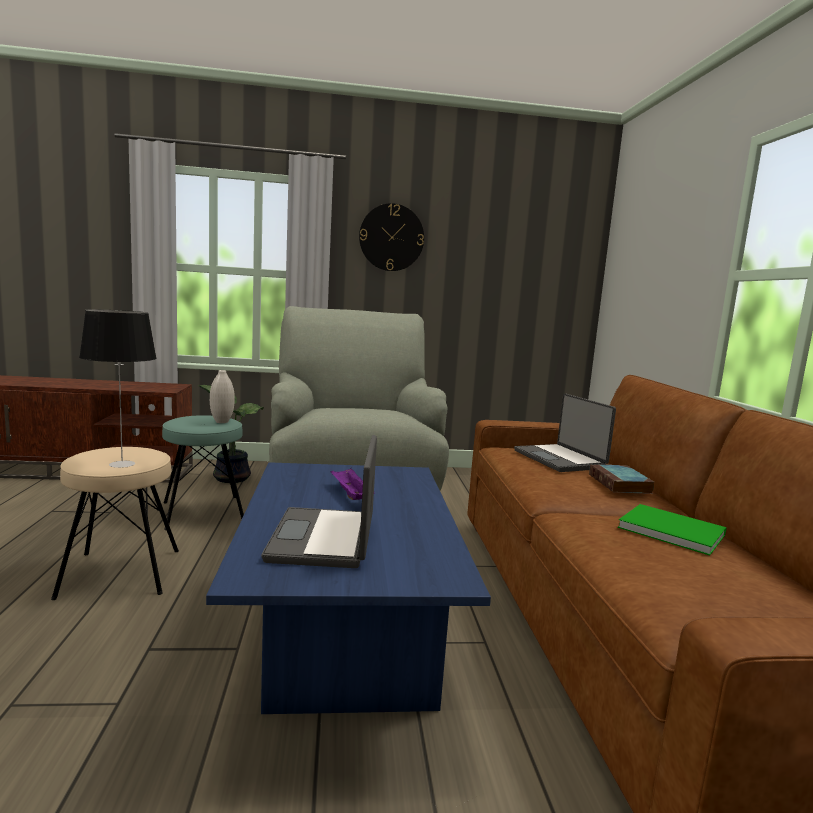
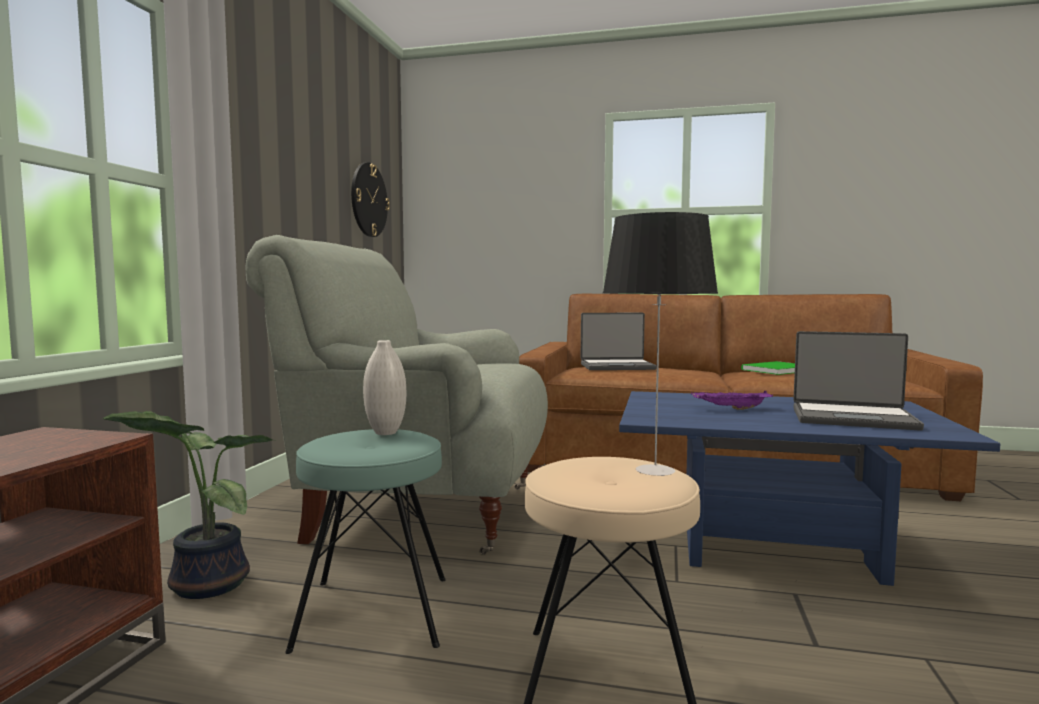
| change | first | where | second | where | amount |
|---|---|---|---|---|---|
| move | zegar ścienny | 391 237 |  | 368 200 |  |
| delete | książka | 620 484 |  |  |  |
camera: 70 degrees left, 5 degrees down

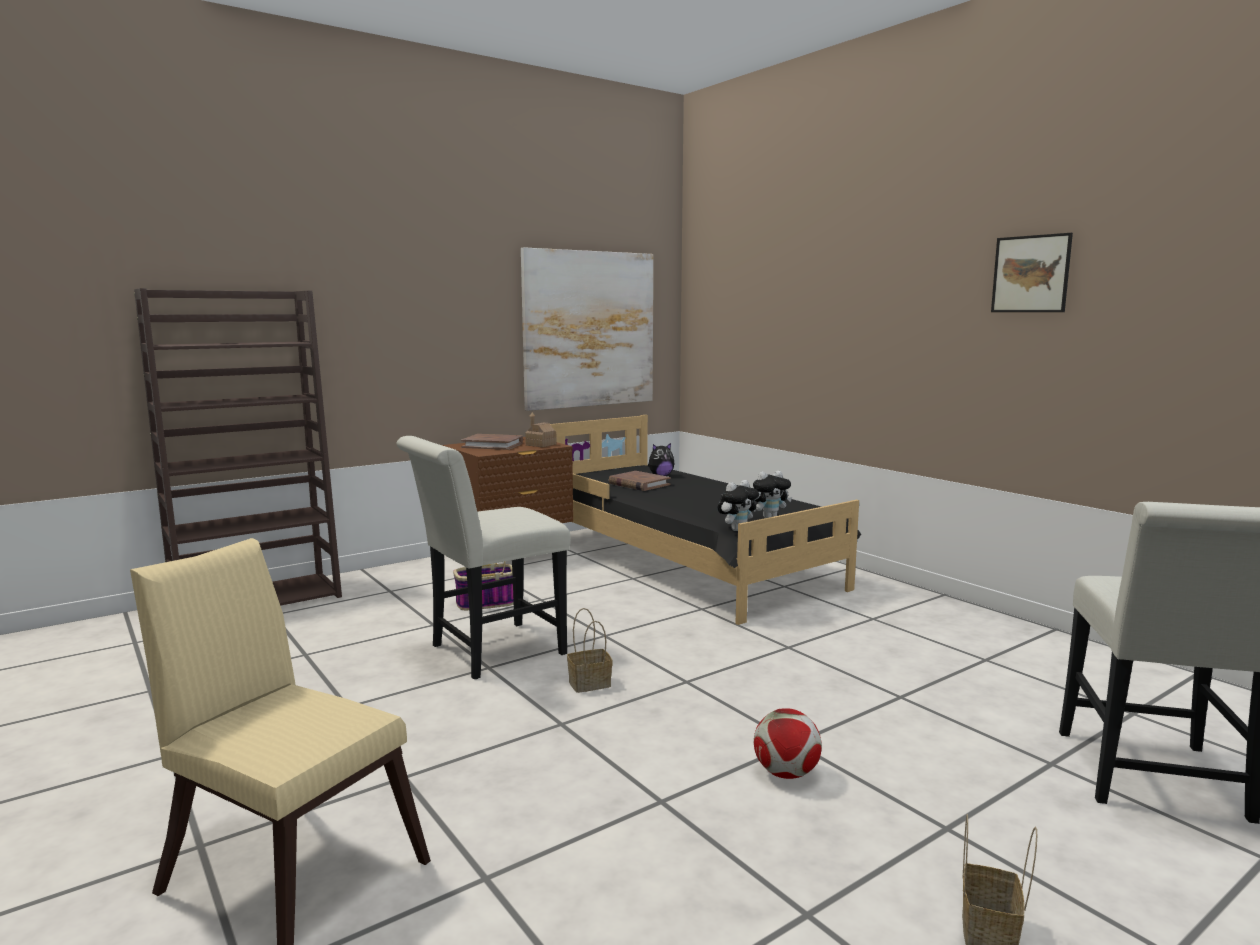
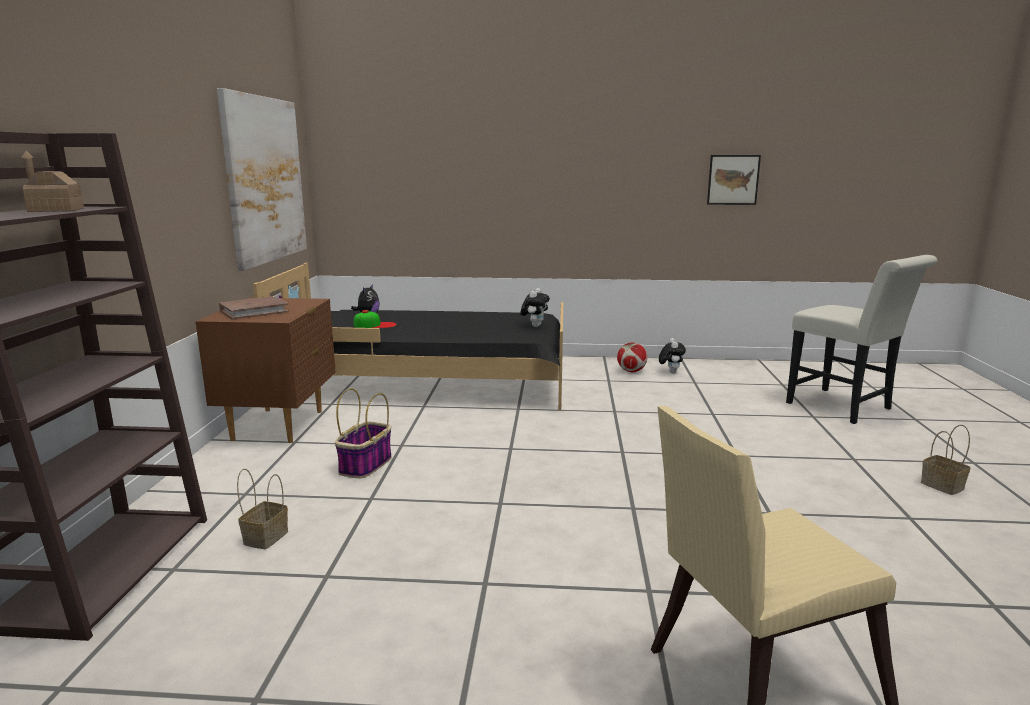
| change | first | where | second | where | amount |
|---|---|---|---|---|---|
| delete | krzesło (biały) | 489 652 |  |  |  |
| move | domek | 540 445 |  | 56 210 |  |
| move | koszyk | 590 683 |  | 266 536 |  |
| replace | książka (brązowy) | 639 484 | czapka z daszkiem | 375 325 |  |
| move | pluszak | 737 529 |  | 670 372 |  |
| move | piłka futbolowa | 786 773 |  | 631 371 |  |
| move | obraz | 1031 274 |  | 733 180 |  |
camera: 50 degrees left, 5 degrees up

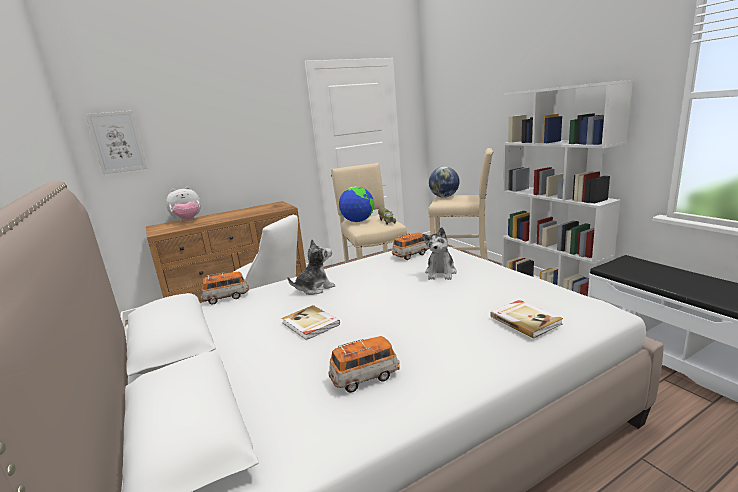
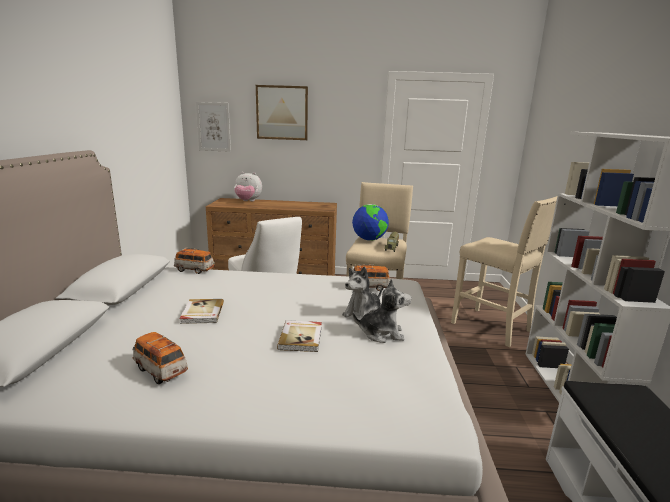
| change | first | where | second | where | amount |
|---|---|---|---|---|---|
| move | pluszak | 315 288 |  | 381 333 |  |
| rotate | samochodzik | 365 377 |  | 160 370 | 150 degrees counterclockwise |
| delete | globus | 444 197 |  |  |  |
| move | książka | 525 320 |  | 301 337 |  |
| insert |  |  | obraz | 282 113 |  |
camera: 30 degrees right, 0 degrees up

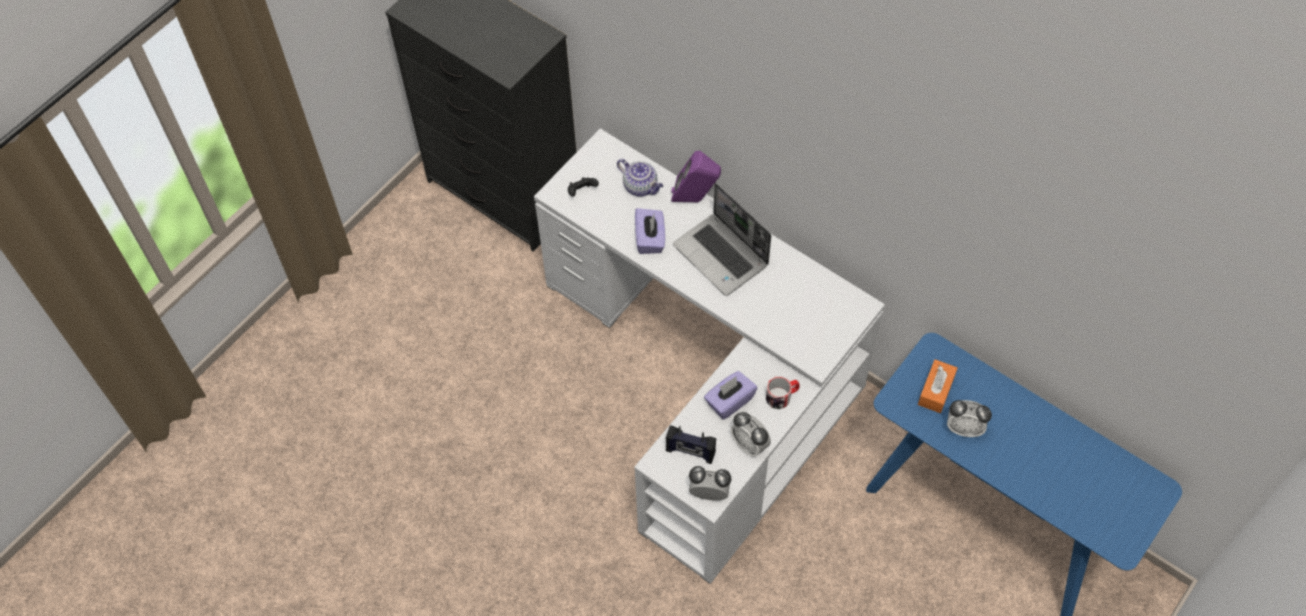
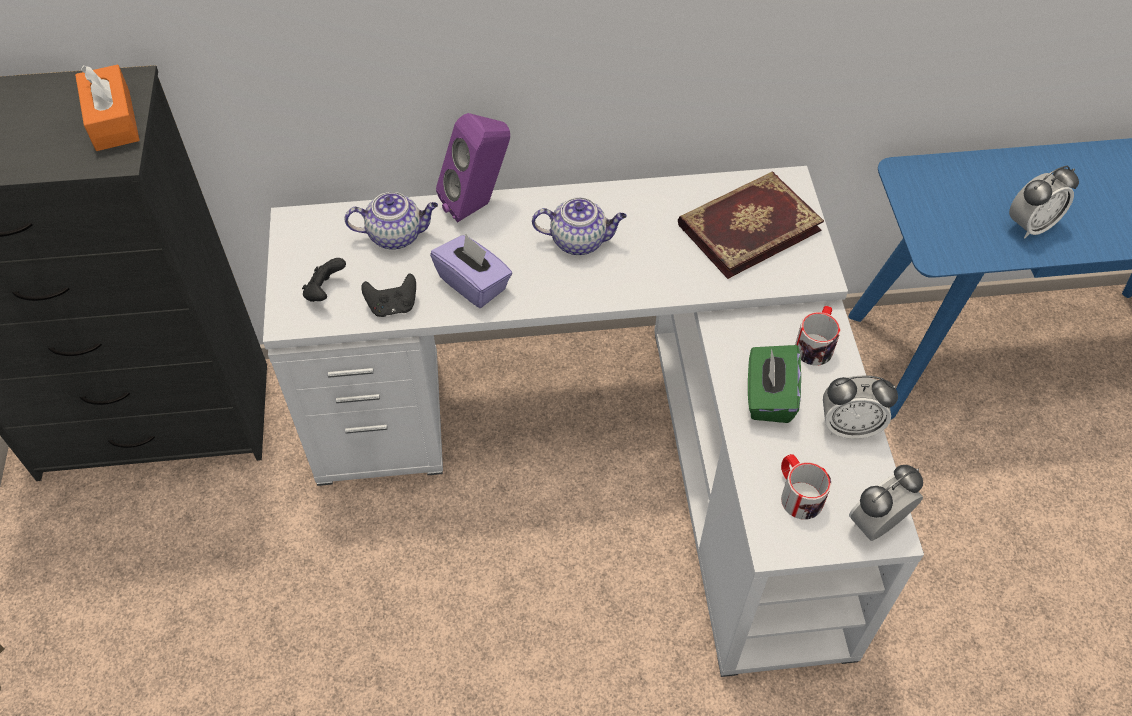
| change | first | where | second | where | amount |
|---|---|---|---|---|---|
| replace | radio | 690 452 | kubek | 797 494 |  |
| replace | laptop | 722 255 | imbryk | 579 241 |  |
| recolor | pudełko chusteczek (fioletowy) | 729 401 | pudełko chusteczek (zielony) | 768 397 |  |
| move | pudełko chusteczek (pomarańczowy) | 936 390 |  | 113 120 |  |
| insert |  |  | pad do gier (czarny) | 393 306 |  |
| insert |  |  | książka | 747 226 |  |
camera: 45 degrees left, 5 degrees down

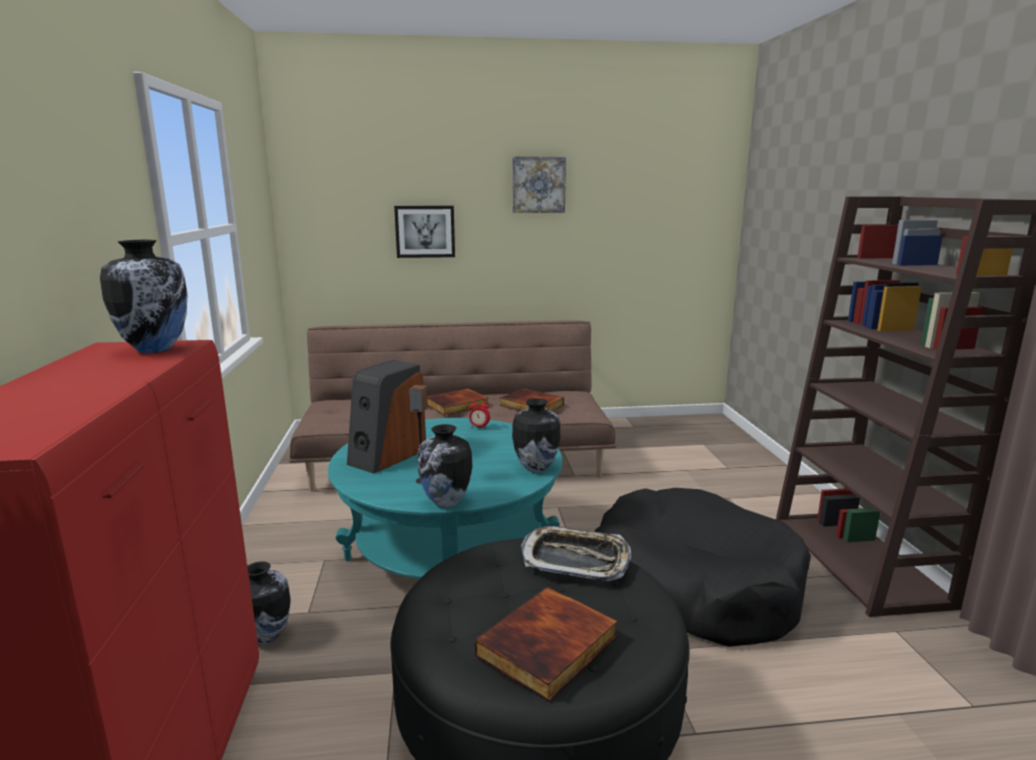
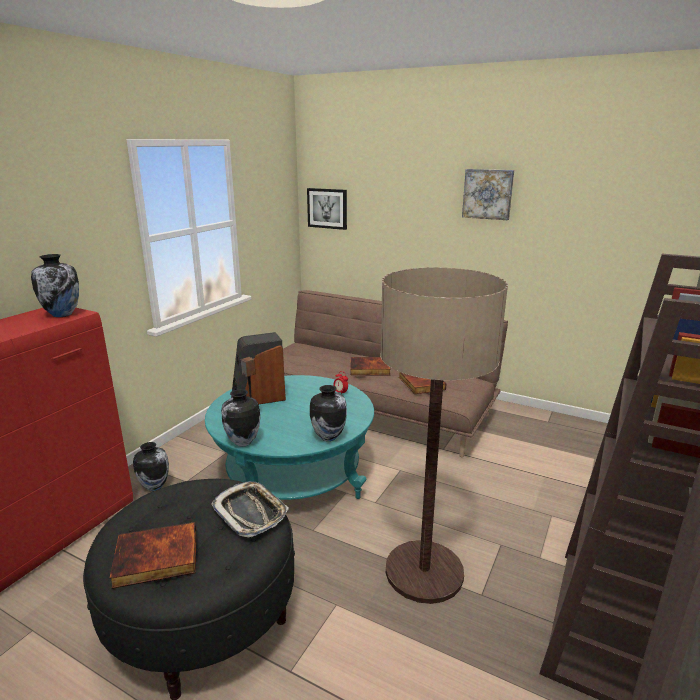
| change | first | where | second | where | amount |
|---|---|---|---|---|---|
| move | obraz | 425 231 |  | 327 208 |  |
| replace | legowisko (czarny) | 694 584 | lampa stojąca | 424 572 |  |
camera: 35 degrees right, 5 degrees up

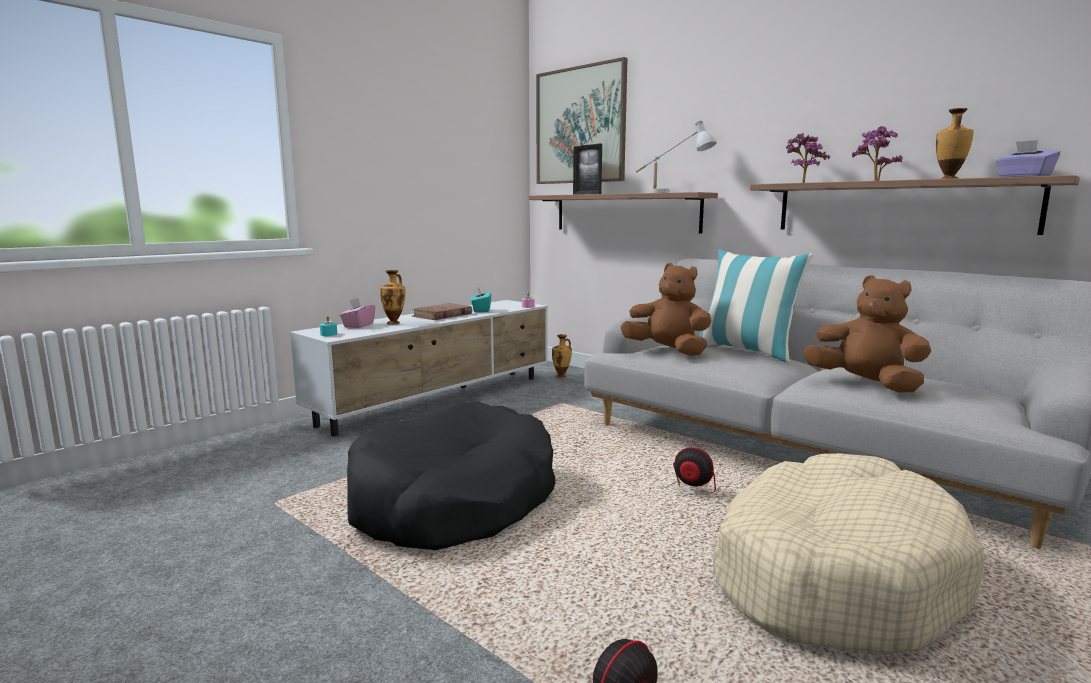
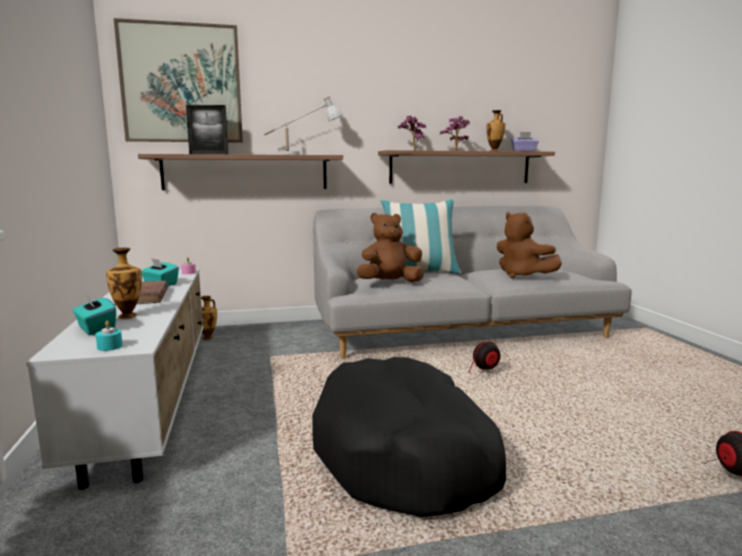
| change | first | where | second | where | amount |
|---|---|---|---|---|---|
| recolor | pudełko chusteczek (różowy) | 358 325 | pudełko chusteczek (turkusowy) | 96 329 |  |
| delete | legowisko (beżowy) | 832 575 |  |  |  |
| rotate | pluszak (brązowy) | 865 384 |  | 522 276 | 120 degrees counterclockwise |
camera: 55 degrees left, 0 degrees up

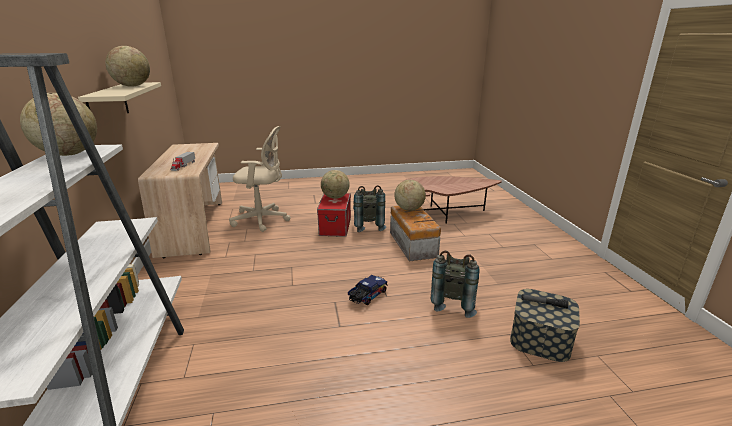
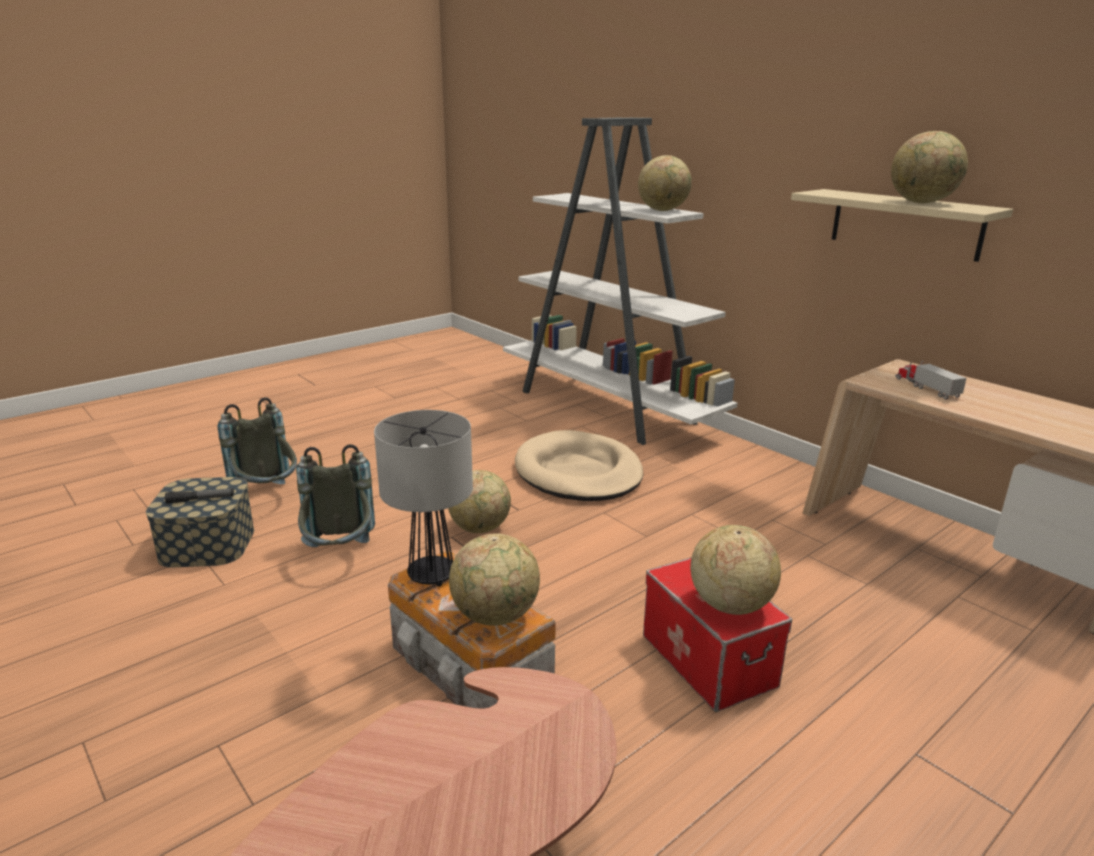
| change | first | where | second | where | amount |
|---|---|---|---|---|---|
| delete | krzesło biurowe (beżowy) | 262 220 |  |  |  |
| replace | ciężarówka zabawkowa | 367 296 | globus | 480 528 |  |
| move | plecak (szary) | 368 226 |  | 268 497 |  |
| insert |  |  | lampa stołowa | 430 576 |  |
| insert |  |  | legowisko (beżowy) | 578 472 |  |
camera: 150 degrees right, 0 degrees up

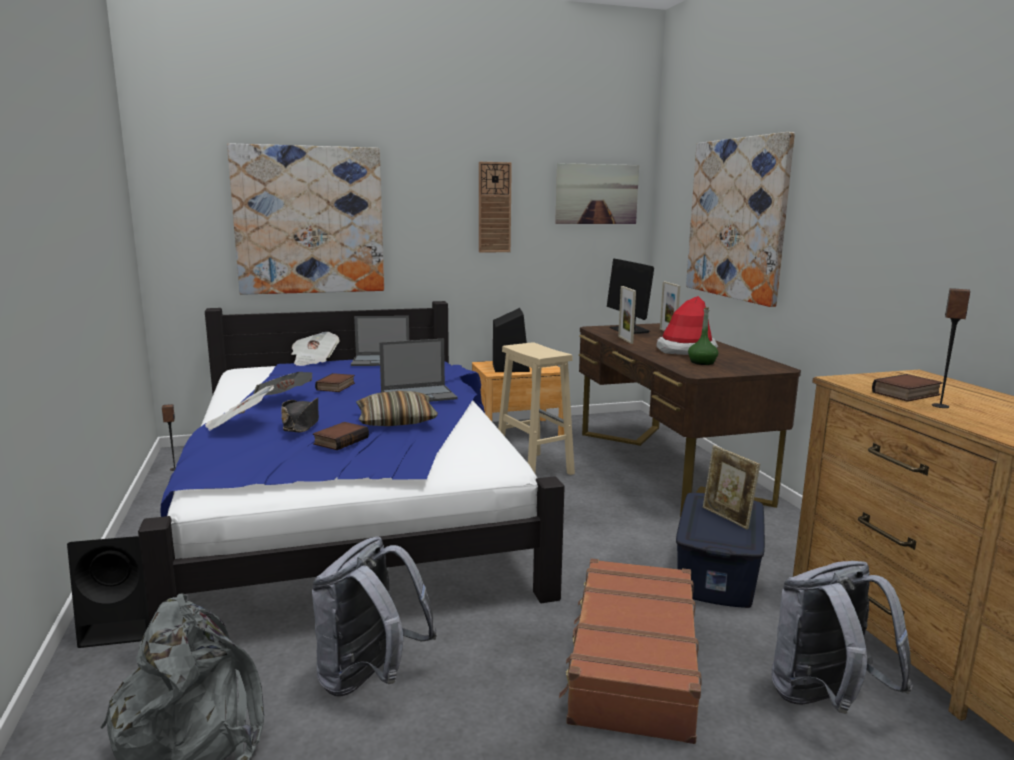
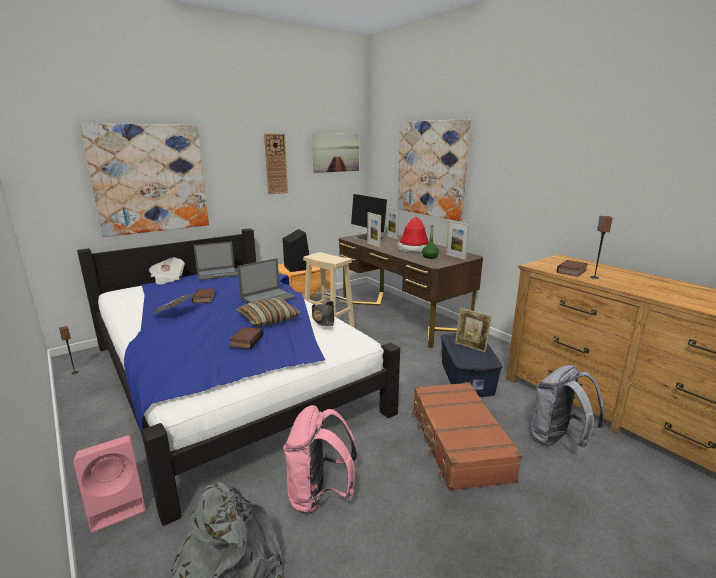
| change | first | where | second | where | amount |
|---|---|---|---|---|---|
| recolor | głośnik (czarny) | 125 625 | głośnik (różowy) | 119 504 |  |
| delete | gazeta | 239 426 |  |  |  |
| move | kapelusz (czarny) | 301 424 |  | 323 319 |  |
| recolor | plecak (szary) | 369 679 | plecak (różowy) | 319 495 |  |
| insert |  |  | ramka na zdjęcie | 455 257 |  |
camera: 20 degrees left, 5 degrees up

